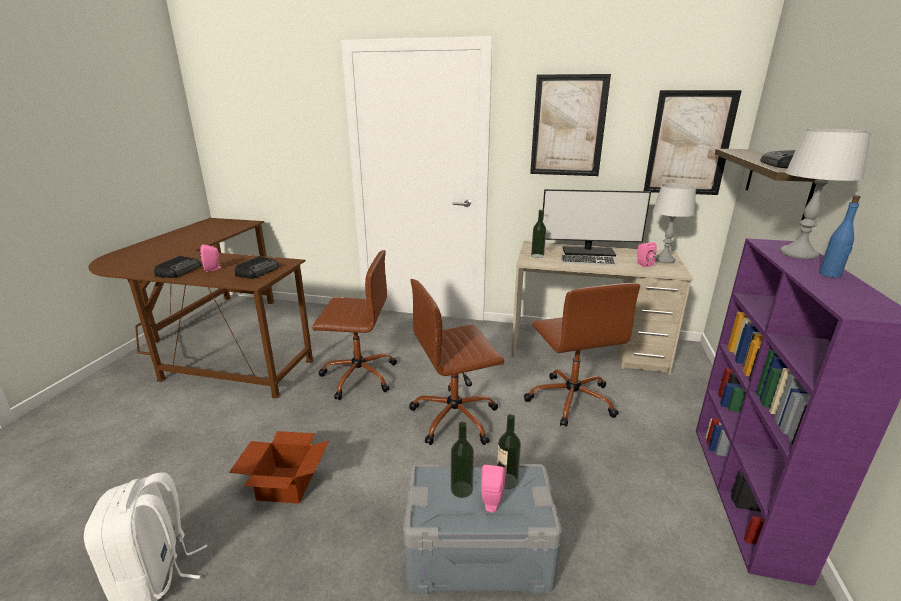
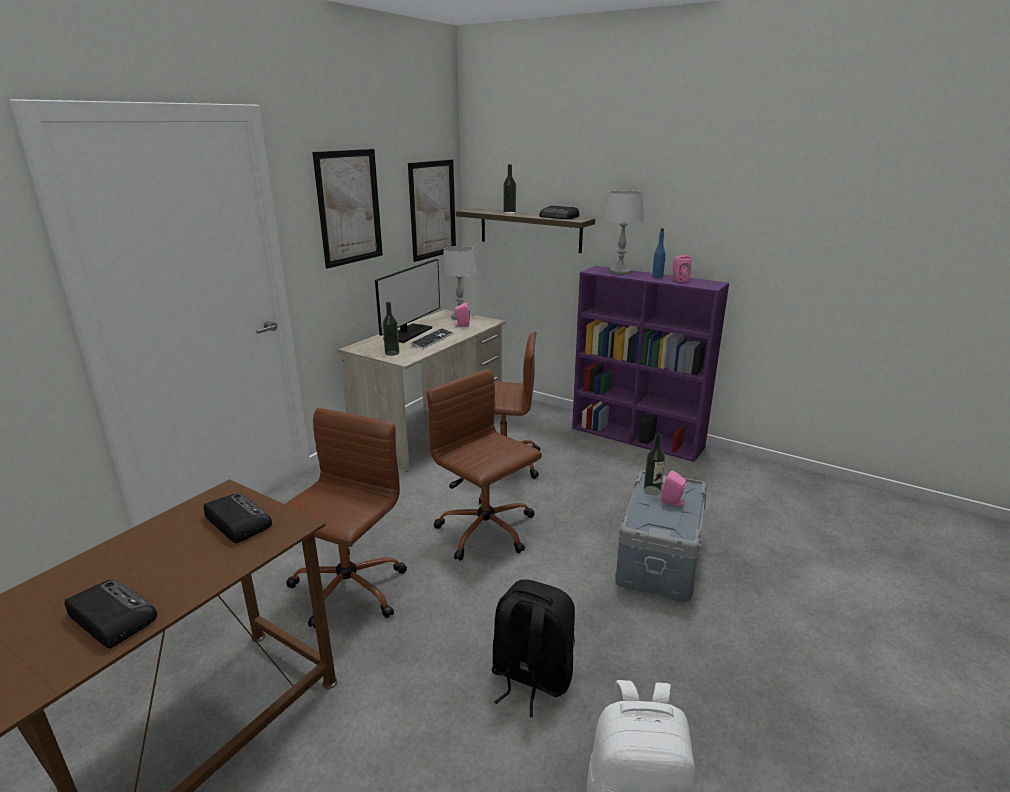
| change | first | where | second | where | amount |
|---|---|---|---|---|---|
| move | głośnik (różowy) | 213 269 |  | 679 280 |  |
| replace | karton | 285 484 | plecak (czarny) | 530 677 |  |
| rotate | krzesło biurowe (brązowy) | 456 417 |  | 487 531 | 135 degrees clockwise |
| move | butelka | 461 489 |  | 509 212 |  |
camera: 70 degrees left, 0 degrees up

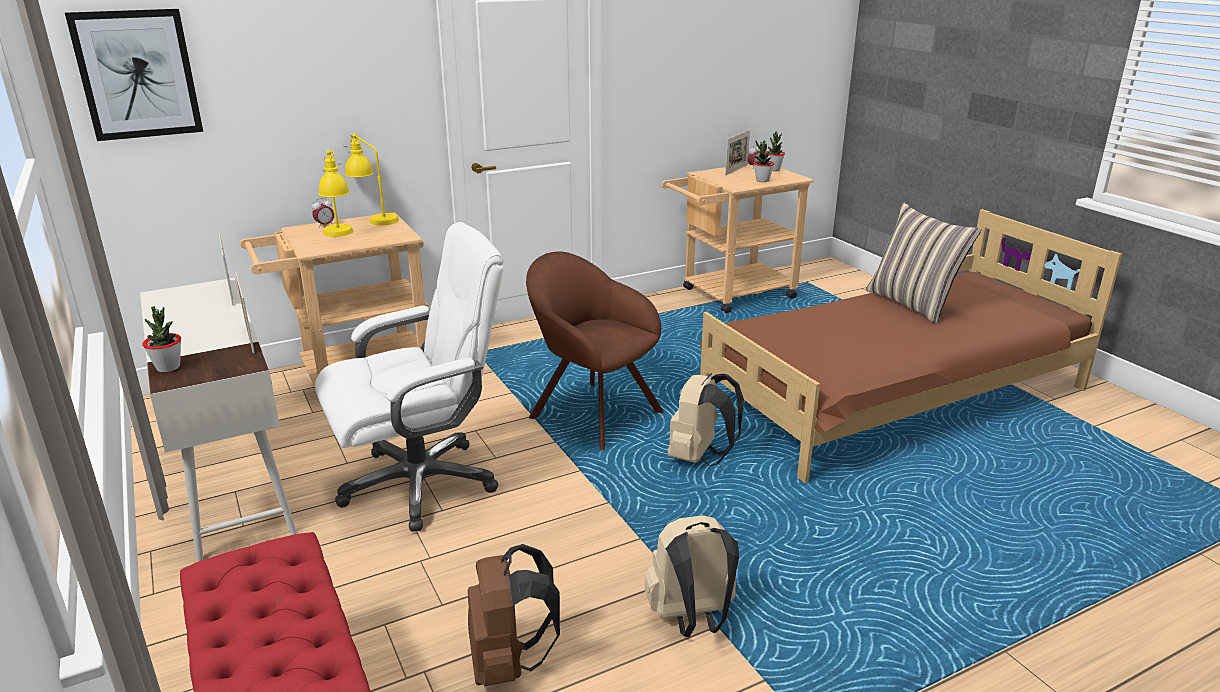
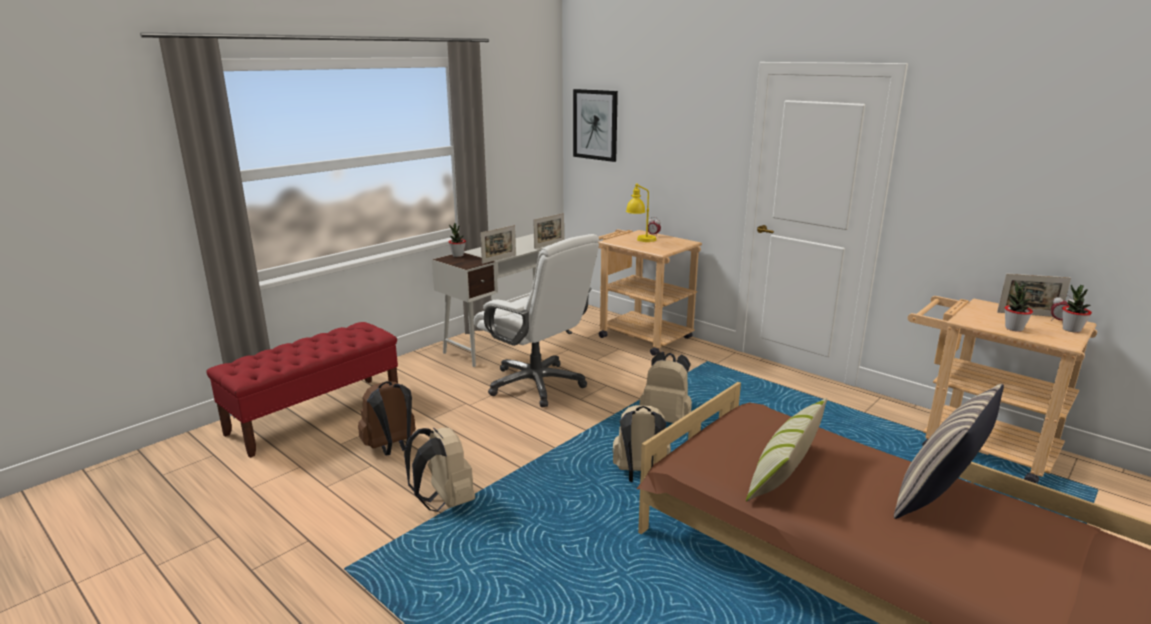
| change | first | where | second | where | amount |
|---|---|---|---|---|---|
| delete | lampa stołowa (żółty) | 374 219 |  |  |  |
| replace | fotel (brązowy) | 591 412 | plecak (beżowy) | 666 419 |  |
| insert |  |  | poduszka | 783 471 |  |
camera: 70 degrees right, 5 degrees down

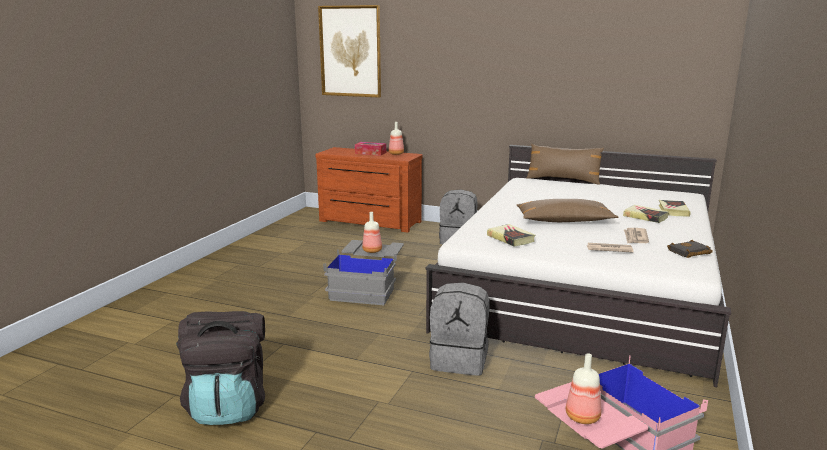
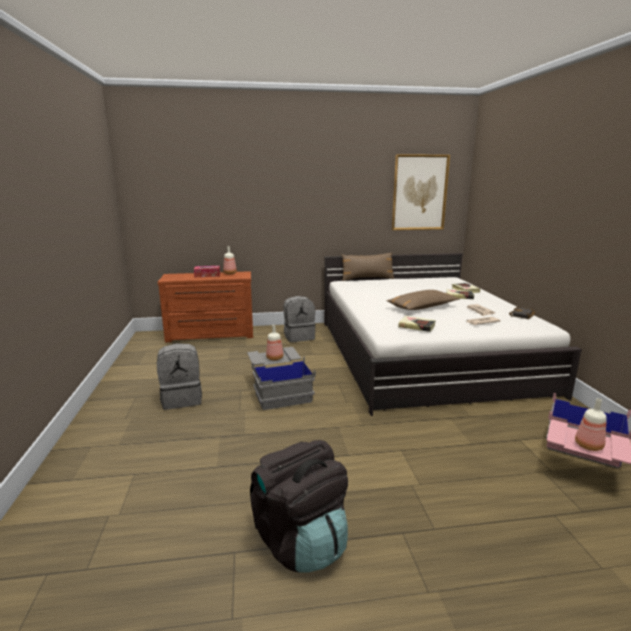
| change | first | where | second | where | amount |
|---|---|---|---|---|---|
| move | obraz | 350 51 |  | 419 193 |  |
| move | plecak (szary) | 460 360 |  | 182 399 |  |
camera: 30 degrees left, 0 degrees up

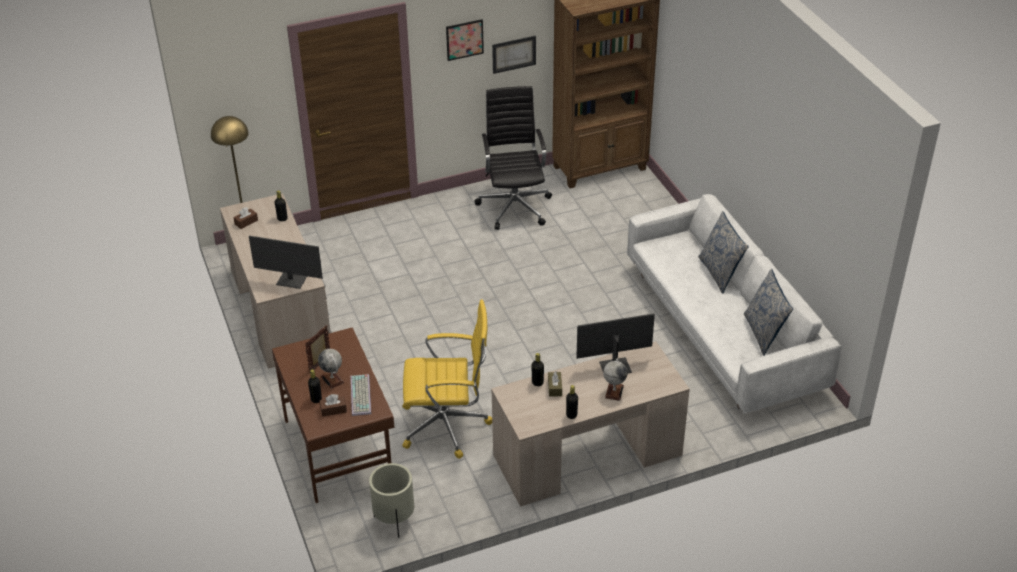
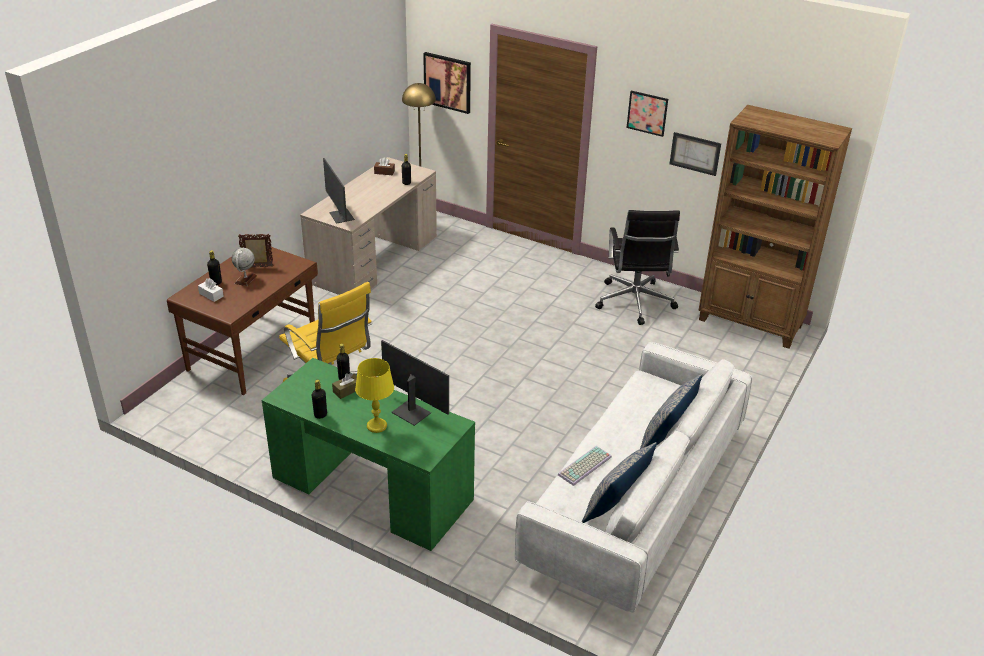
| change | first | where | second | where | amount |
|---|---|---|---|---|---|
| recolor | pudełko chusteczek (brązowy) | 333 410 | pudełko chusteczek (biały) | 211 295 |  |
| move | klawiatura | 361 396 |  | 585 467 |  |
| delete | donica (beżowy) | 394 521 |  |  |  |
| rotate | krzesło biurowe (czarny) | 514 206 |  | 634 303 | 135 degrees clockwise |
| recolor | biurko (beżowy) | 586 454 | biurko (zielony) | 372 487 |  |
| replace | globus | 614 391 | lampa stołowa (żółty) | 377 426 |  |
| insert |  |  | obraz | 447 82 |  |
camera: 50 degrees right, 5 degrees down

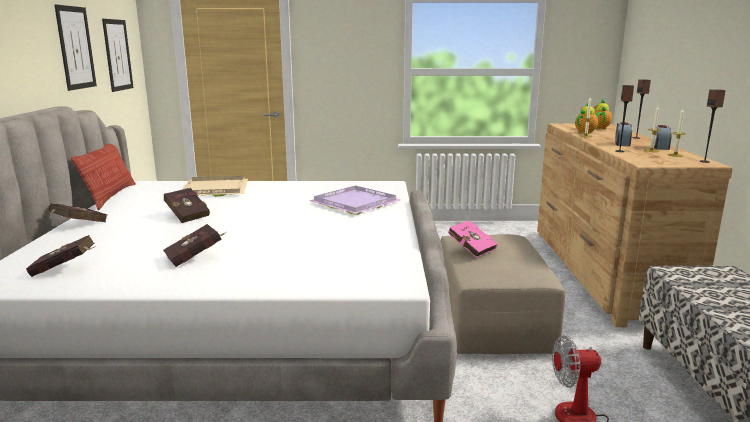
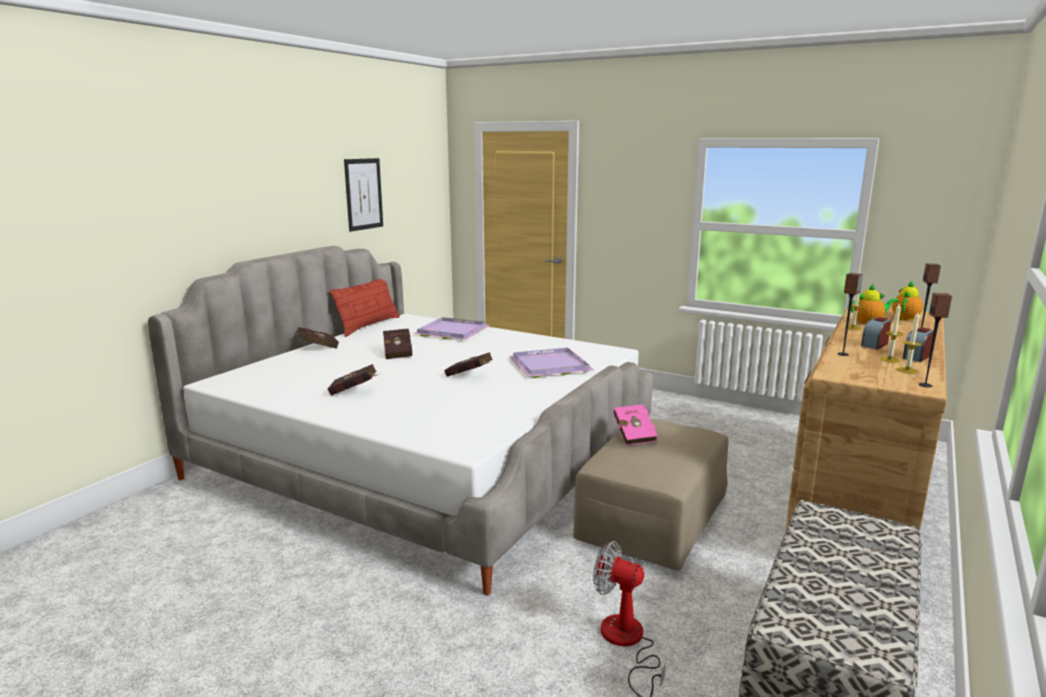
| change | first | where | second | where | amount |
|---|---|---|---|---|---|
| move | książka (czerwony) | 66 270 |  | 470 376 |  |
| delete | obraz | 117 55 |  |  |  |
| recolor | taca (beżowy) | 213 190 | taca (fioletowy) | 451 332 |  |
camera: 30 degrees right, 0 degrees up

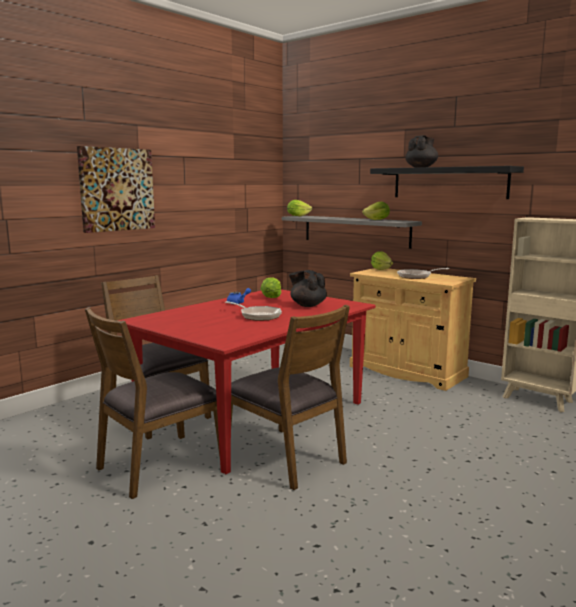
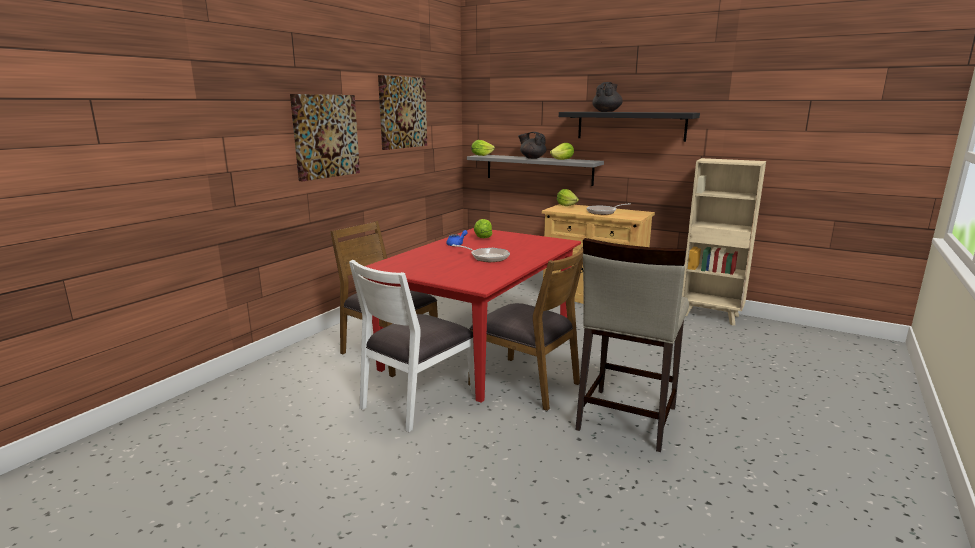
| change | first | where | second | where | amount |
|---|---|---|---|---|---|
| recolor | krzesło (brązowy) | 160 465 | krzesło (biały) | 417 400 |  |
| move | imbryk (czarny) | 307 305 |  | 532 158 |  |
| insert |  |  | obraz | 402 112 |  |
| insert |  |  | stołek (beżowy) | 625 419 |  |
camera: 10 degrees left, 5 degrees up

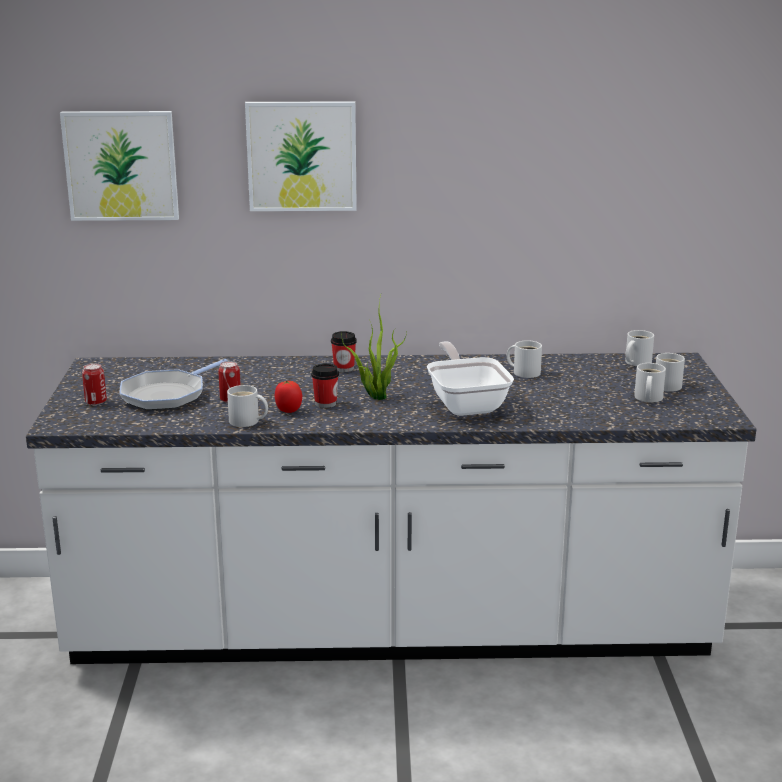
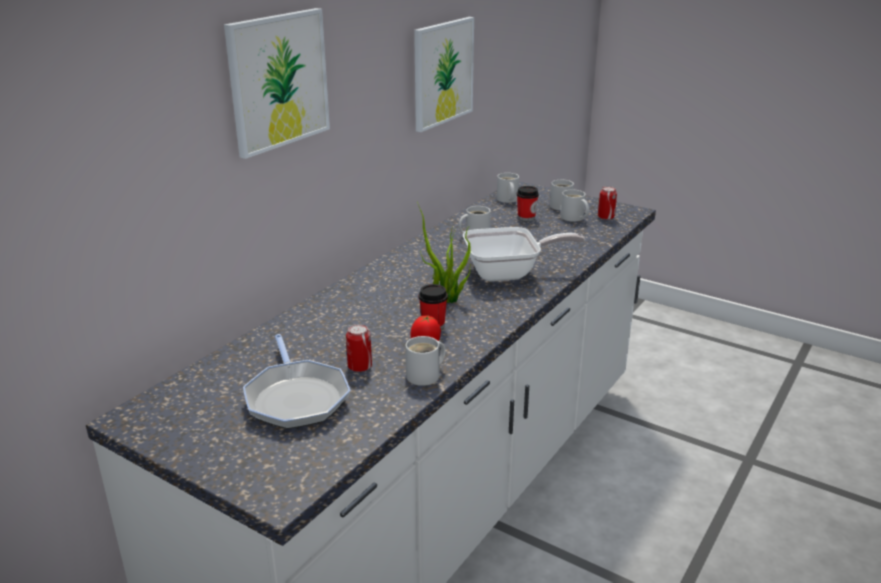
| change | first | where | second | where | amount |
|---|---|---|---|---|---|
| move | obraz | 121 165 |  | 442 73 |  |
| move | puszka | 96 402 |  | 606 217 |  |
| move | filiżanka | 344 368 |  | 526 218 |  |
| rotate | patelnia | 466 404 |  | 509 273 | 150 degrees clockwise |
camera: 55 degrees left, 5 degrees up

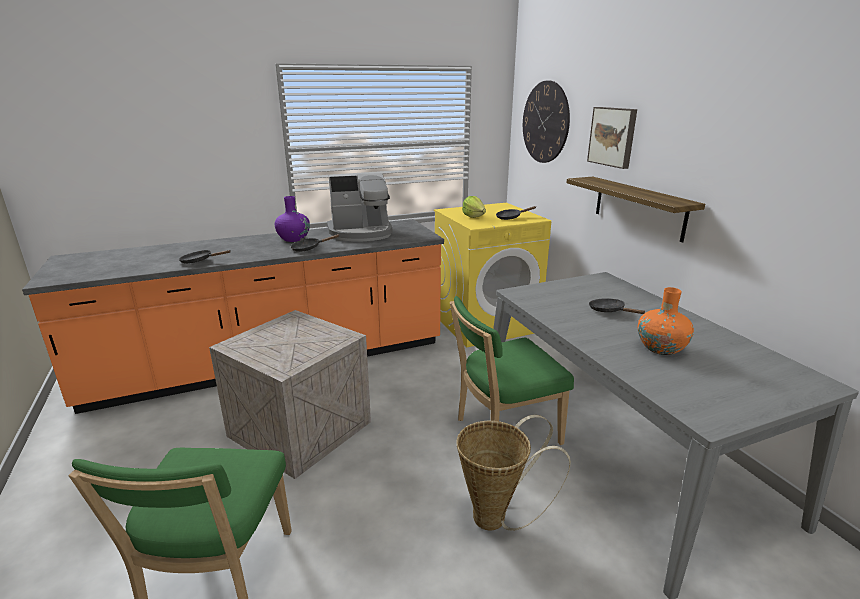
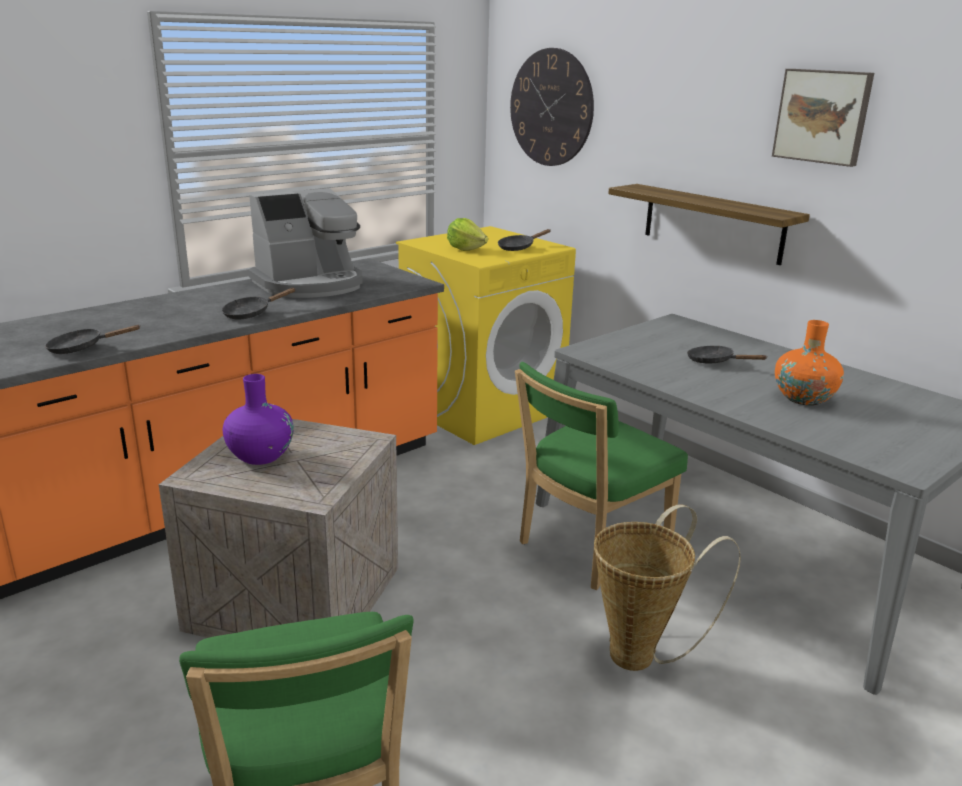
| change | first | where | second | where | amount |
|---|---|---|---|---|---|
| move | wazon (fioletowy) | 293 239 |  | 260 456 |  |
| move | obraz | 613 136 |  | 823 116 |  |
camera: 20 degrees left, 0 degrees up

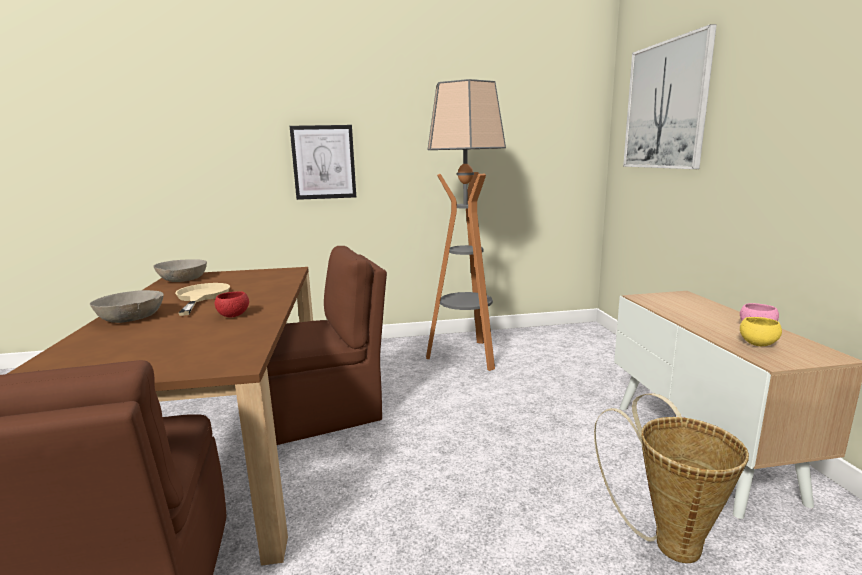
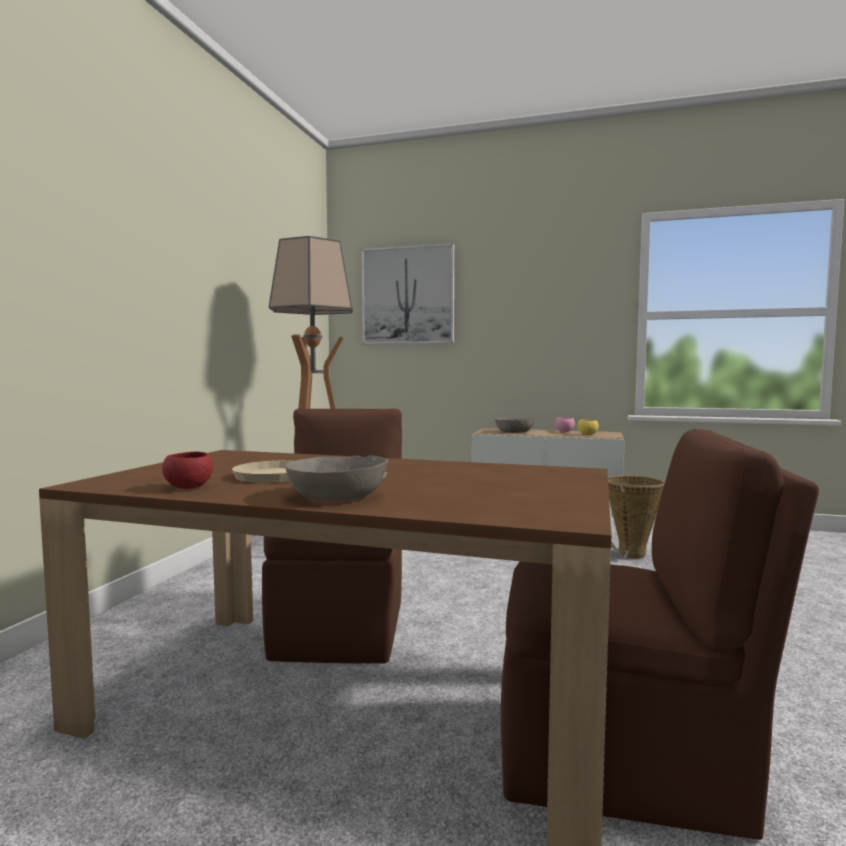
| change | first | where | second | where | amount |
|---|---|---|---|---|---|
| move | miska (szary) | 183 279 |  | 514 432 |  |
| move | miska (czerwony) | 233 315 |  | 188 487 |  |
| delete | obraz | 324 162 |  |  |  |
camera: 65 degrees left, 10 degrees down

